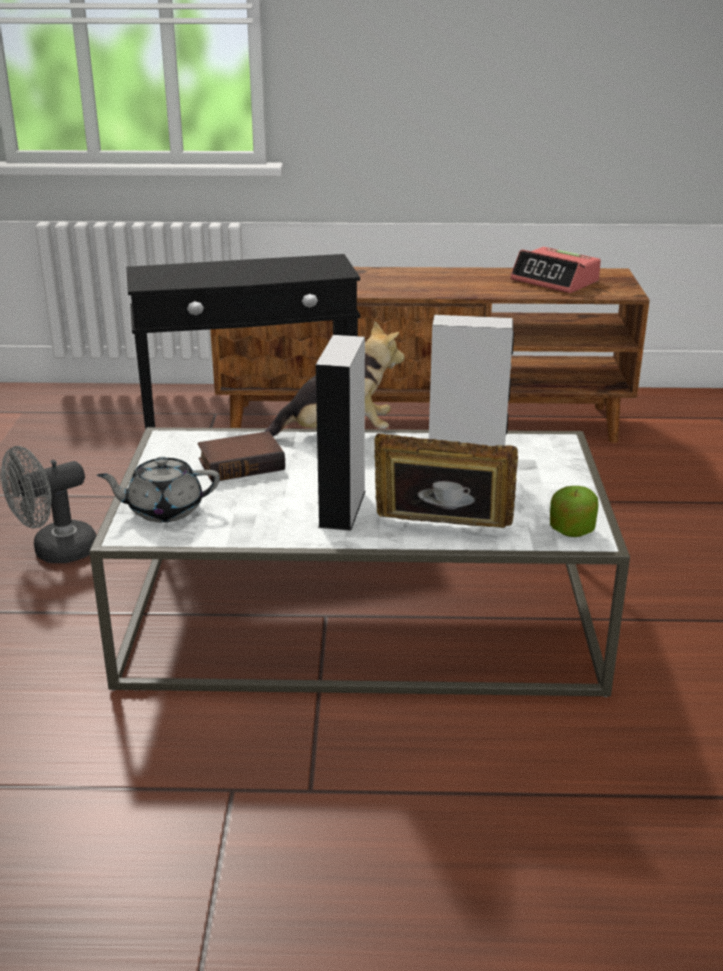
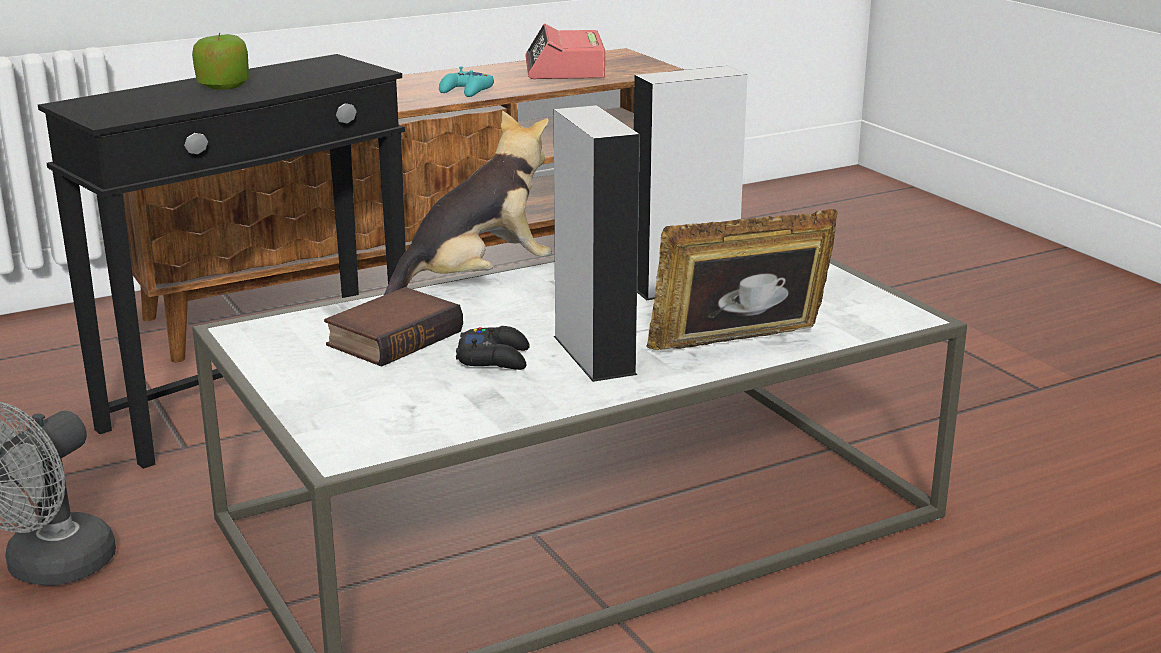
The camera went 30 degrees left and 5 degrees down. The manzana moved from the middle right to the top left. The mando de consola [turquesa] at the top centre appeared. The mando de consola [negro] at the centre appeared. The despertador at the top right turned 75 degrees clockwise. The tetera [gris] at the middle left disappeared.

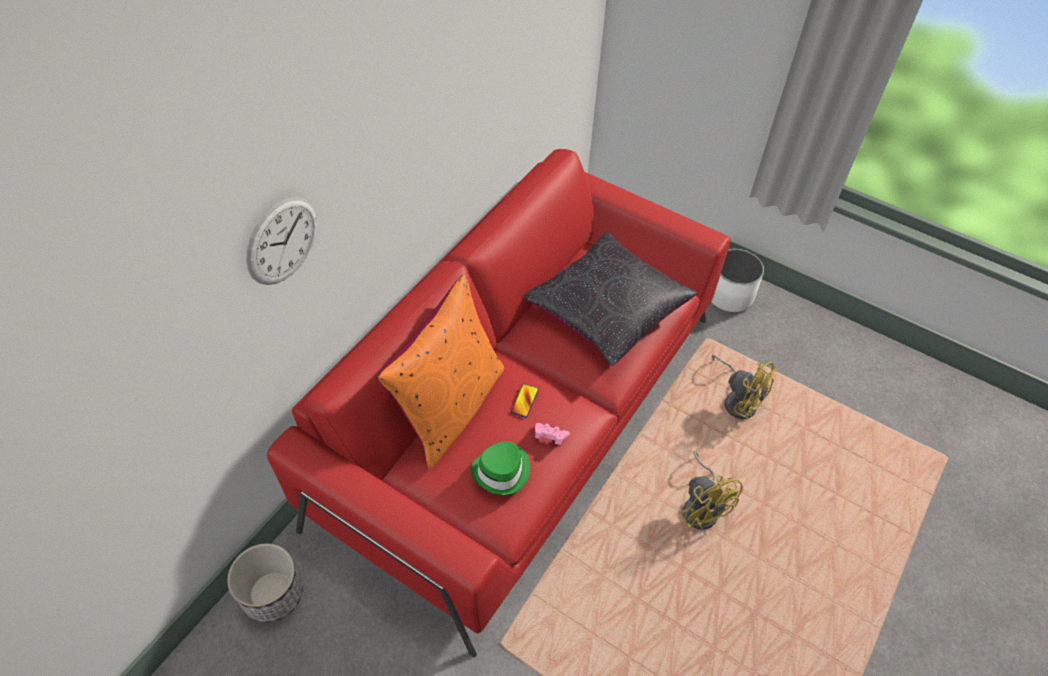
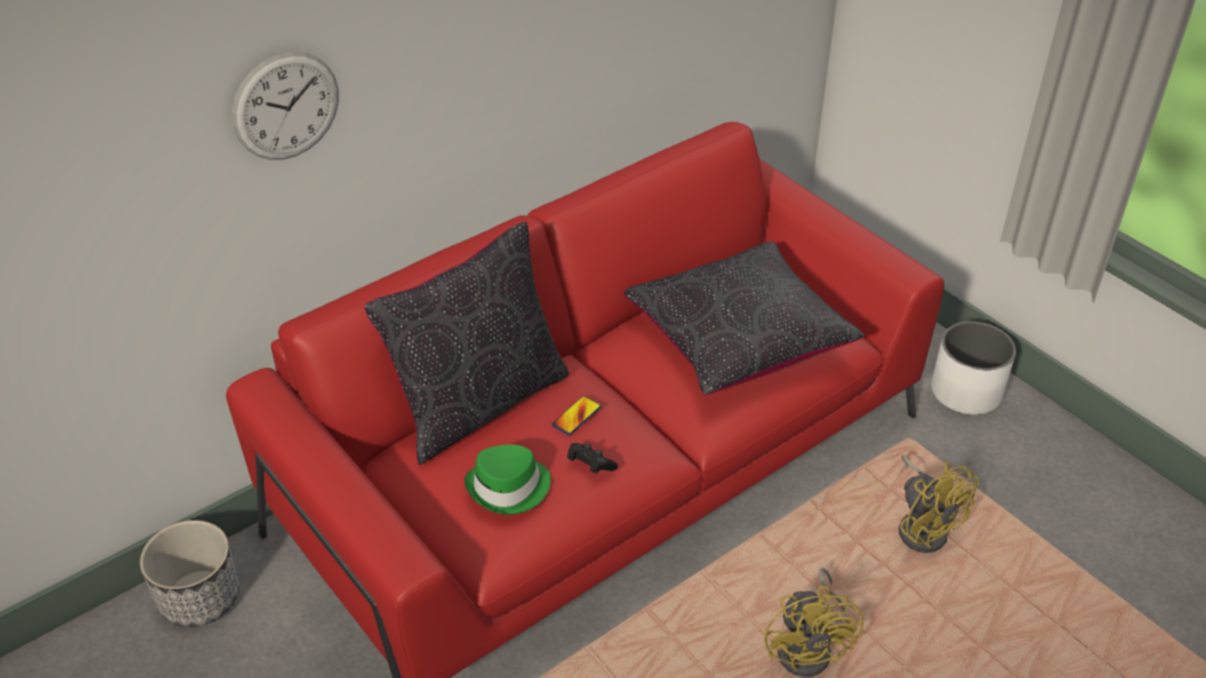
The camera went 20 degrees right and 10 degrees down. The cojín [naranja] at the centre became the cojín [negro] (1st from left) at the centre. The mando de consola [rosa] at the centre became the mando de consola [negro] at the bottom centre.

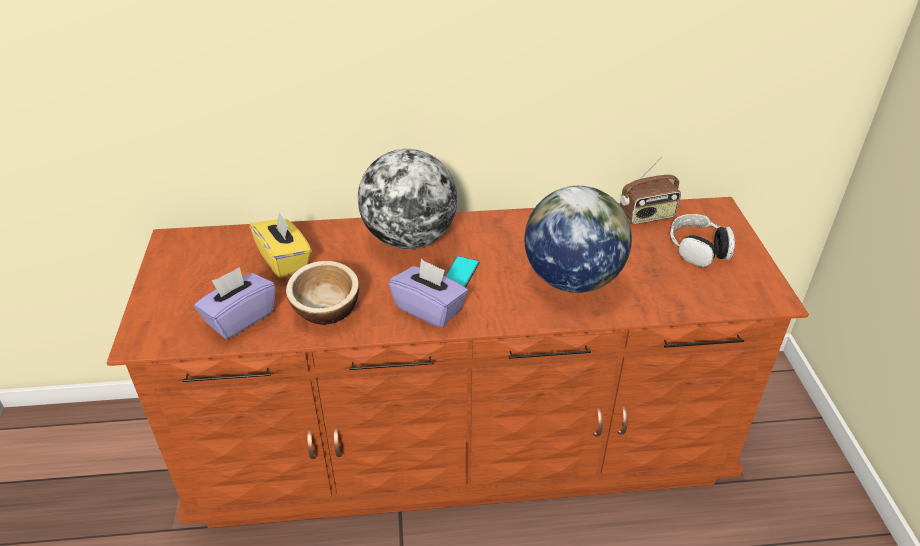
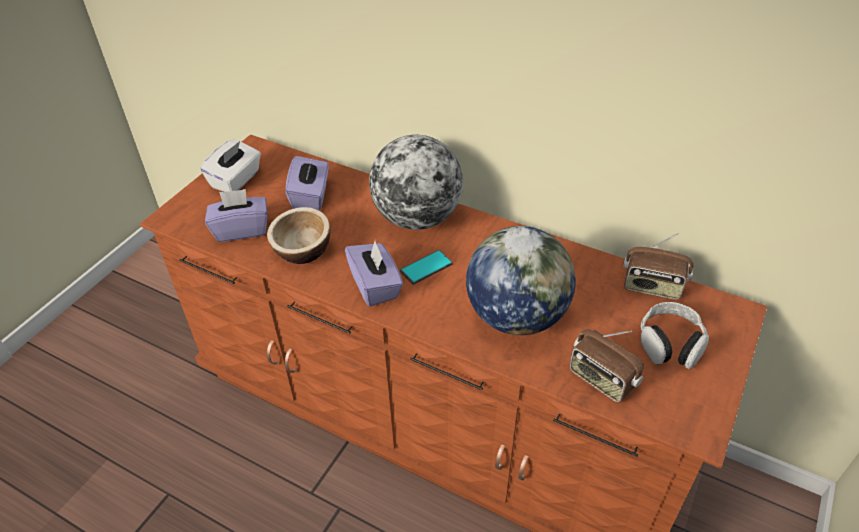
The camera went 35 degrees right and 5 degrees up. The caja de pañuelos [blanco] at the top left appeared. The caja de pañuelos [amarillo] at the middle left became the caja de pañuelos [morado] (2nd from left) at the centre. The radio (1st from left) at the bottom right appeared.

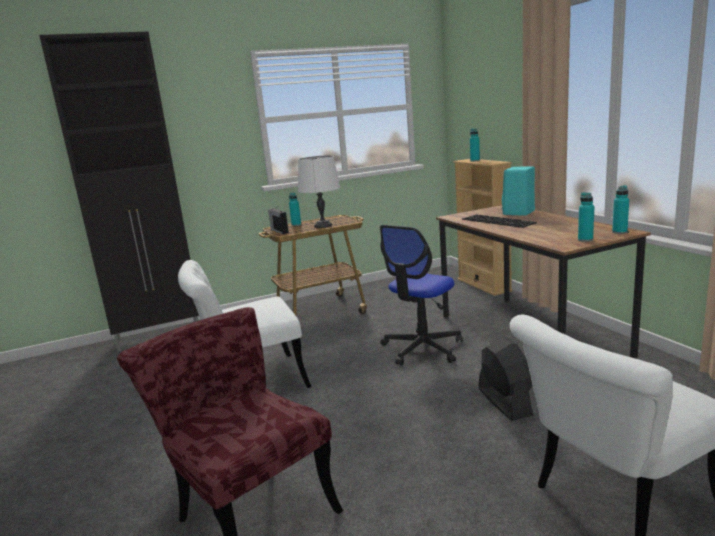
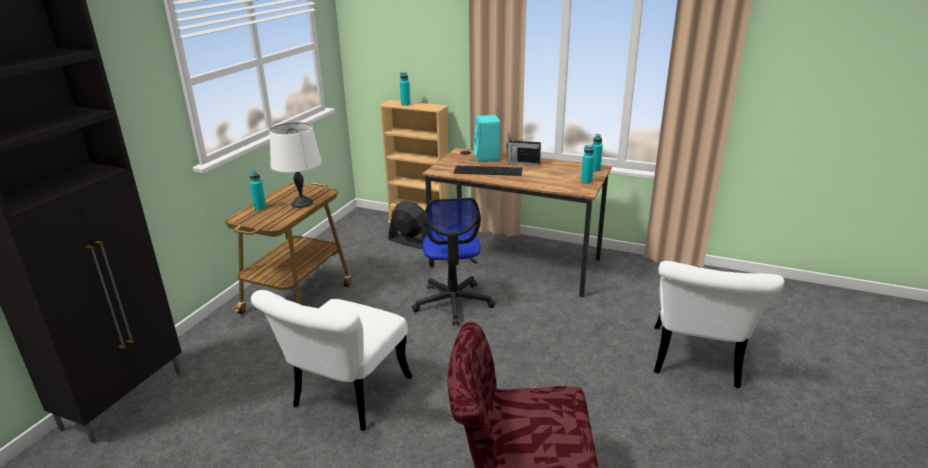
The camera went 45 degrees left and 10 degrees up. The ventilador [negro] moved from the bottom right to the centre. The radio moved from the centre to the top centre.

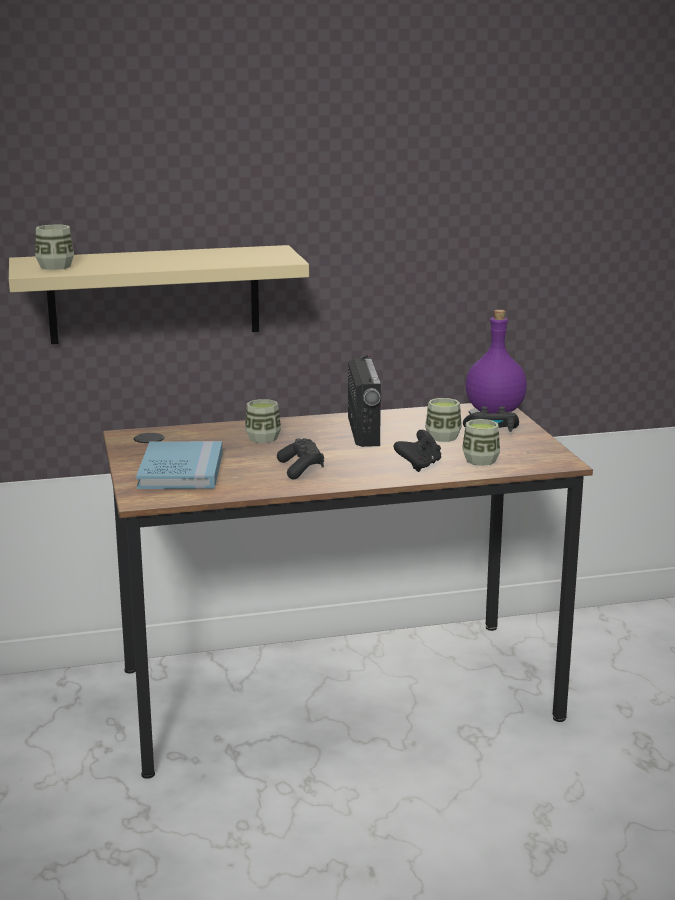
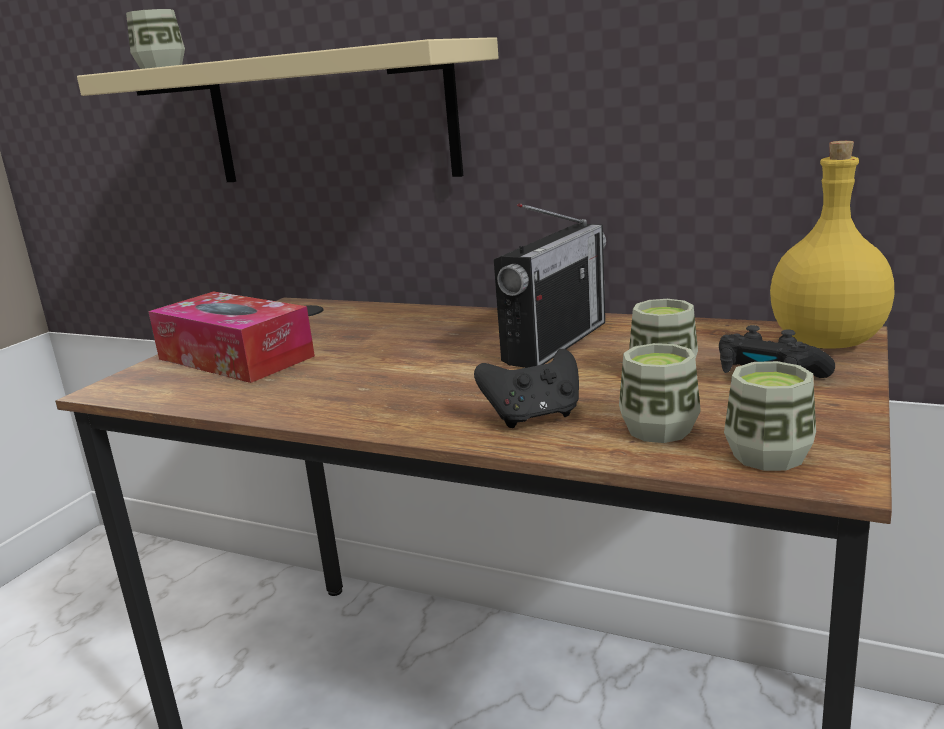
The camera went 40 degrees right and 0 degrees up. The libro [azul] at the middle left was replaced by the caja de pañuelos at the middle left. The taza (2nd from left in the first image) moved from the centre to the middle right. The botella [morado] at the middle right became the botella [amarillo] at the middle right. The mando de consola [negro] (1st from left) at the centre disappeared.

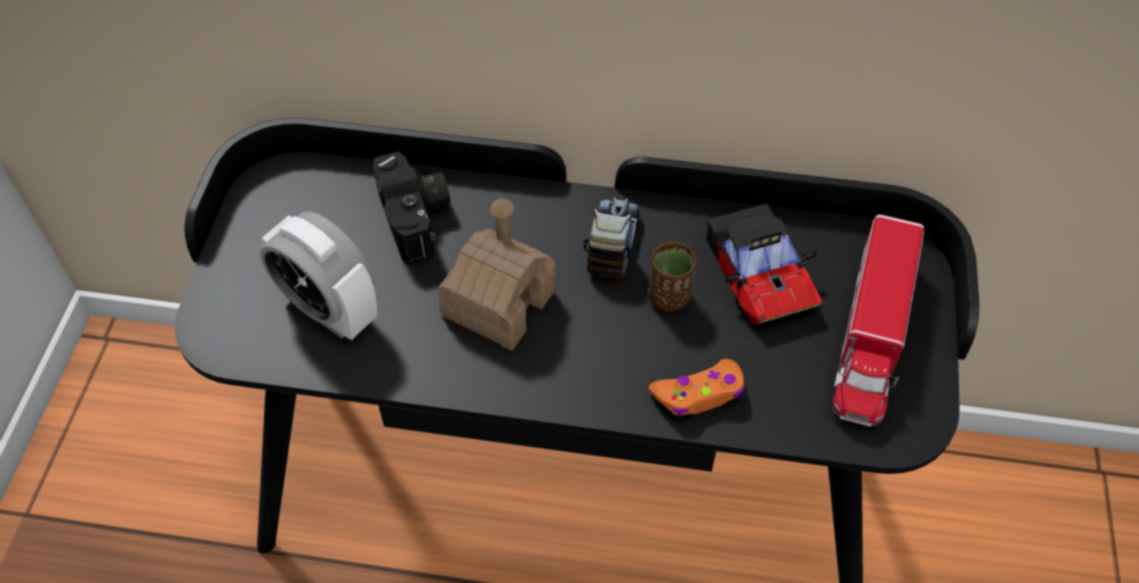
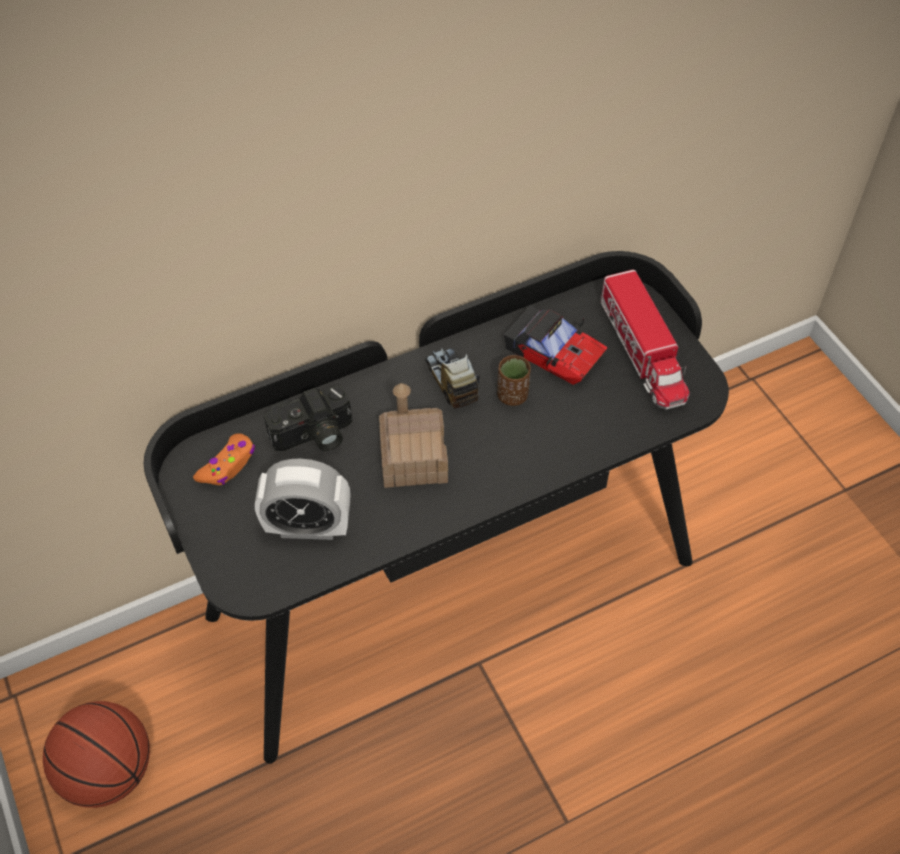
The camera went 35 degrees left and 0 degrees up. The balón de baloncesto at the bottom left appeared. The mando de consola [naranja] moved from the centre to the middle left. The cámara at the centre turned 120 degrees clockwise.

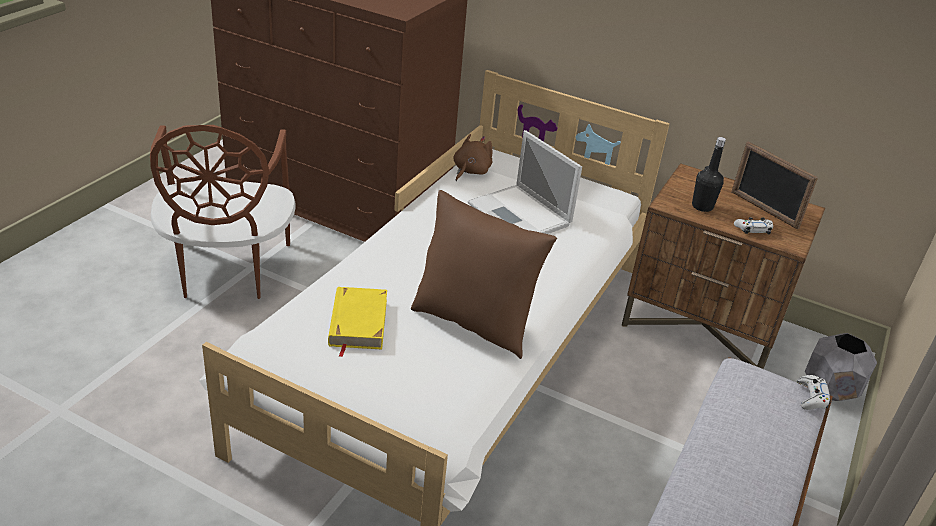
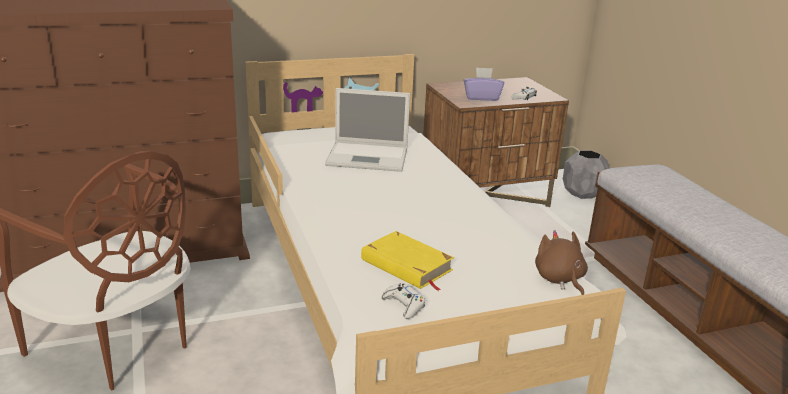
The camera went 45 degrees left and 10 degrees down. The mando de consola [blanco] (2nd from left in the first image) moved from the bottom right to the bottom centre. The botella [negro] at the top right was replaced by the caja de pañuelos [morado] at the top centre. The peluche [marrón] moved from the top centre to the middle right. The cojín [marrón] at the centre disappeared. The portarretratos at the middle right disappeared.

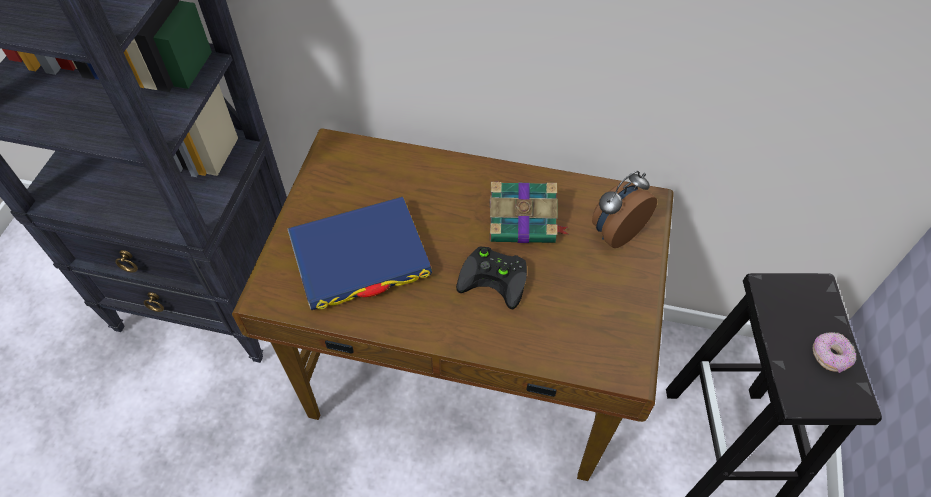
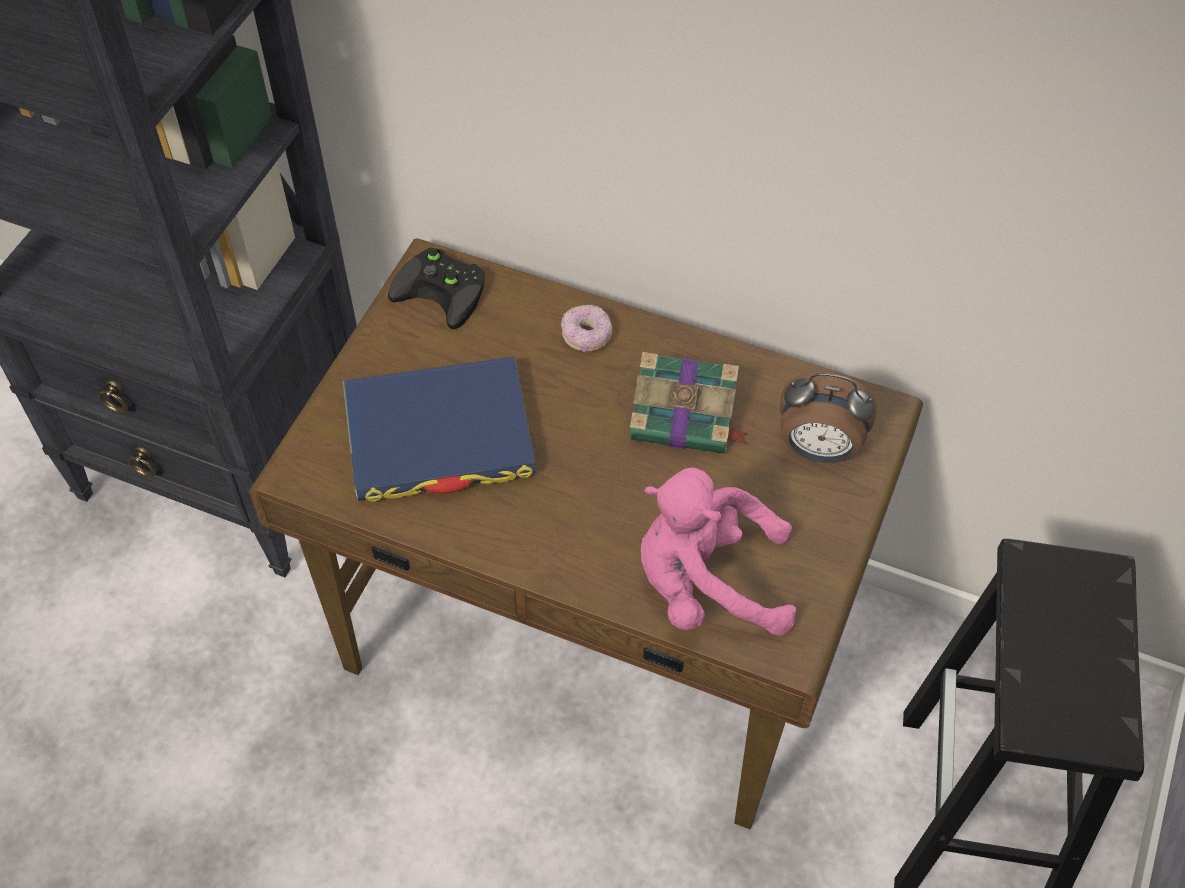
The camera went 10 degrees right and 0 degrees up. The mando de consola [negro] moved from the centre to the top centre. The rosquilla moved from the bottom right to the centre. The peluche [rosa] at the centre appeared. The despertador at the middle right turned 135 degrees counterclockwise.

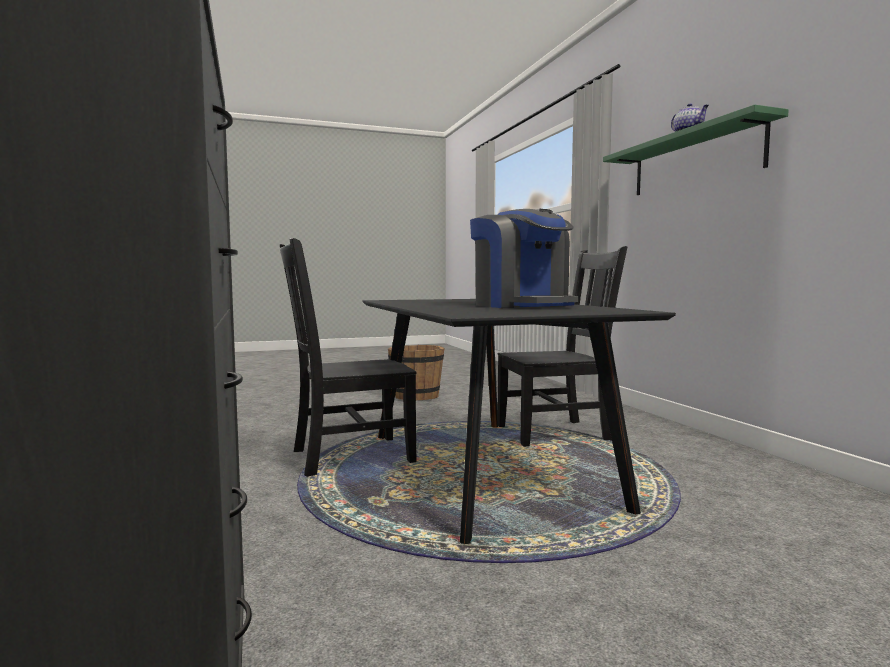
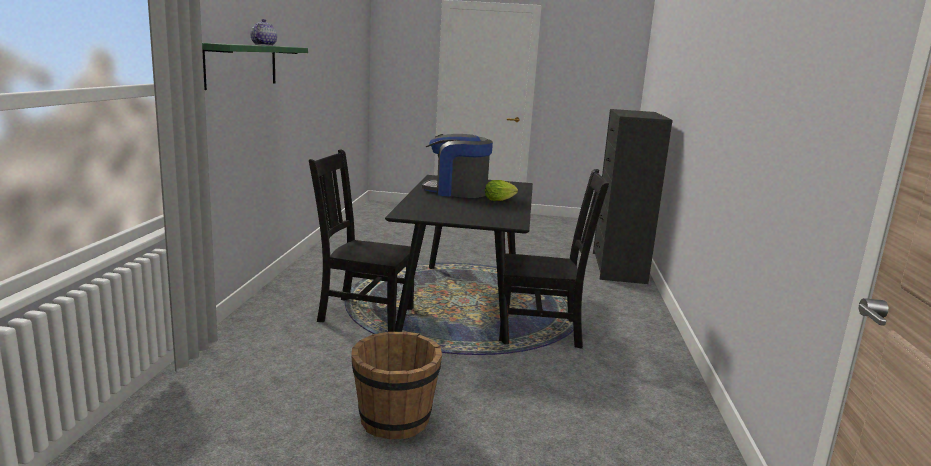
The camera went 155 degrees left and 10 degrees up. The cafetera at the centre turned 75 degrees counterclockwise. The lechuga at the centre appeared.

